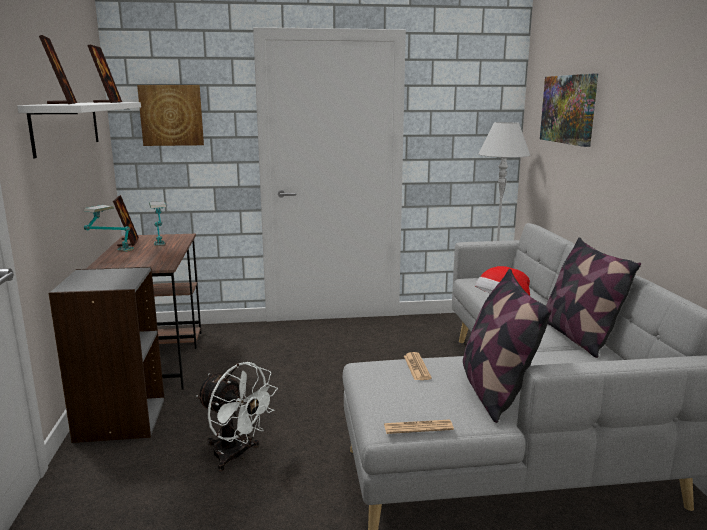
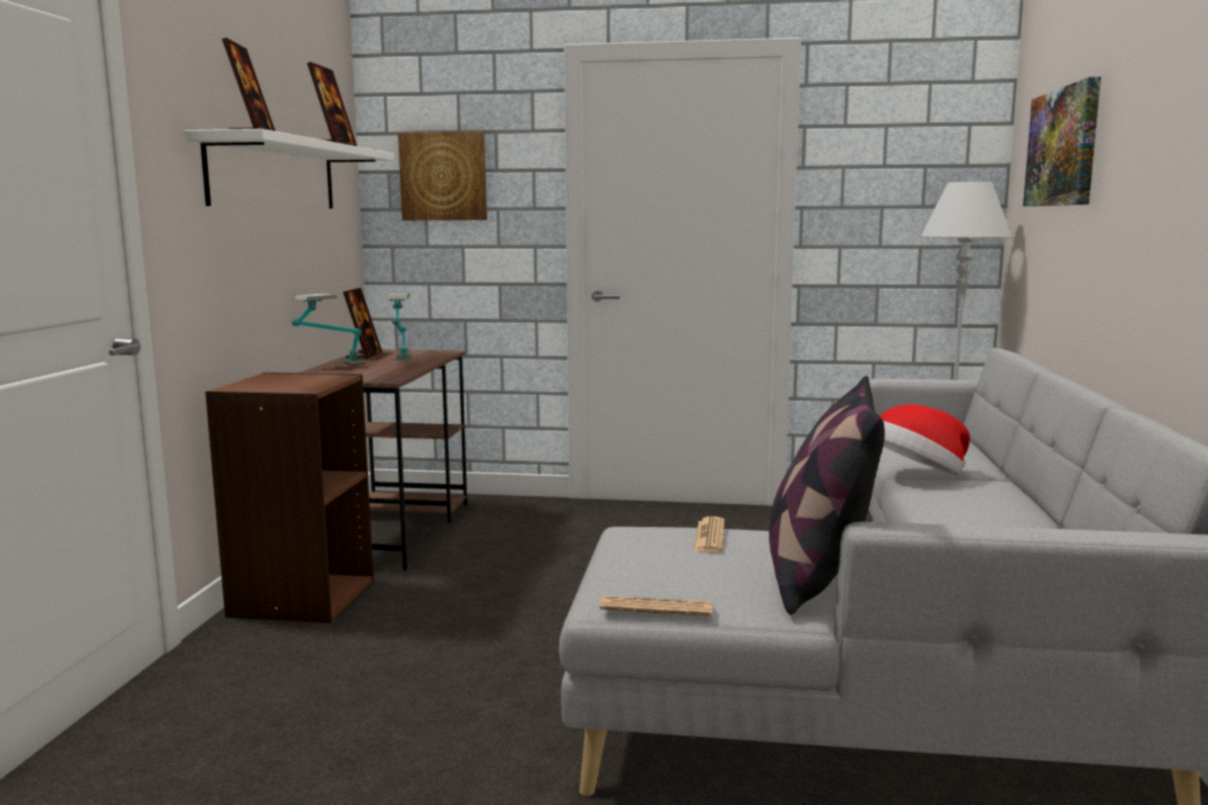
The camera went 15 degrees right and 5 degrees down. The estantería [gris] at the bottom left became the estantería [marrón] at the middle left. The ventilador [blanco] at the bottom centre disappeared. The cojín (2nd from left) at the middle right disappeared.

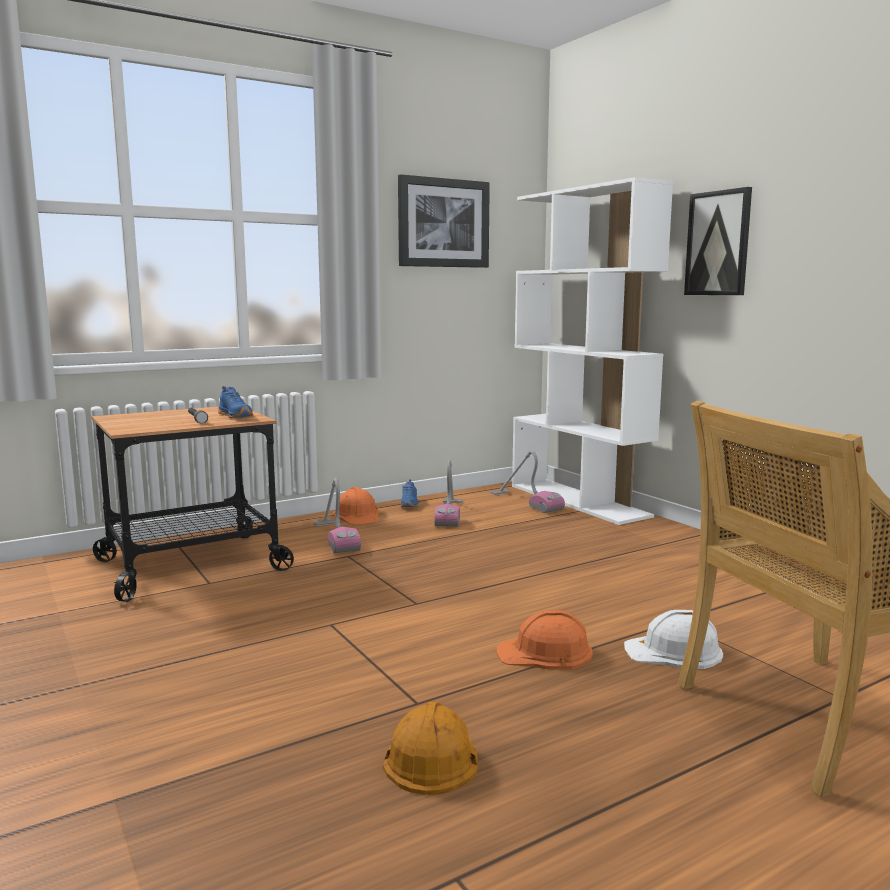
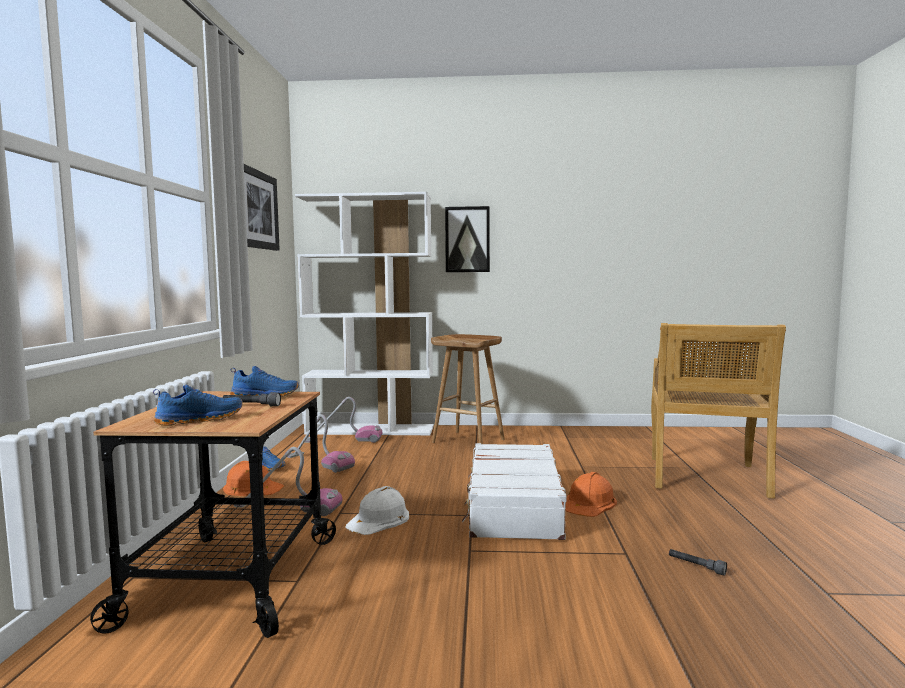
The camera went 55 degrees left and 5 degrees down. The zapato [azul] (1st from left) at the middle left appeared. The casco [blanco] moved from the bottom right to the bottom centre. The taburete [marrón] at the centre appeared. The maleta [blanco] at the bottom centre appeared. The casco [naranja] (2nd from left) at the bottom centre was replaced by the linterna [gris] (2nd from left) at the bottom right.

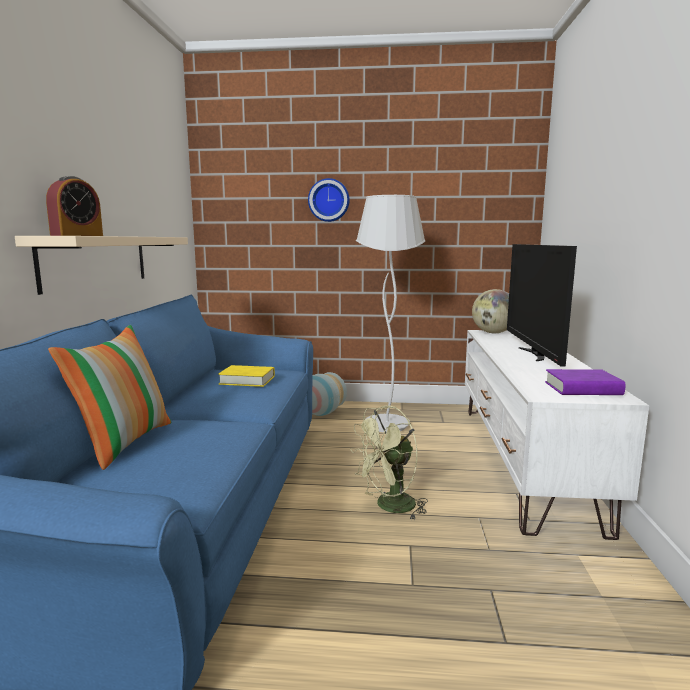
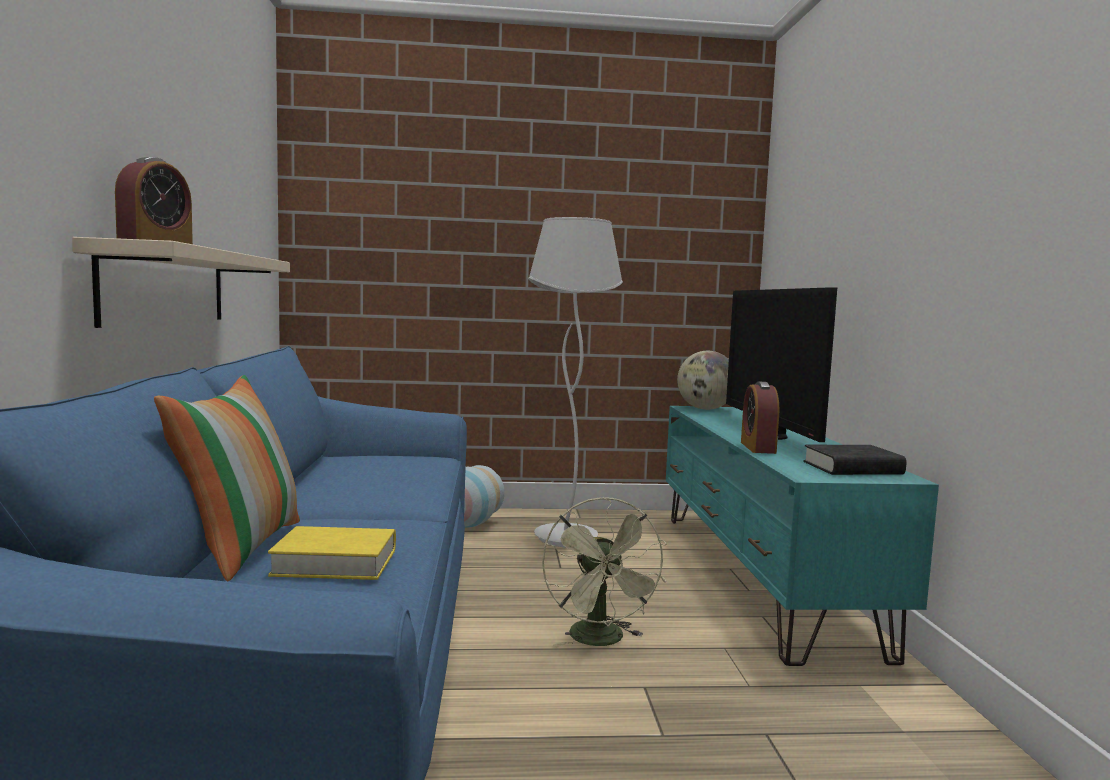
The camera went 10 degrees left and 5 degrees down. The libro [amarillo] moved from the centre to the bottom left. The ventilador [verde] at the bottom centre turned 60 degrees counterclockwise. The mueble de televisión [blanco] at the middle right became the mueble de televisión [turquesa] at the bottom right. The despertador (2nd from left) at the middle right appeared. The libro [morado] at the middle right became the libro [negro] at the middle right. The reloj de pared at the top centre disappeared.

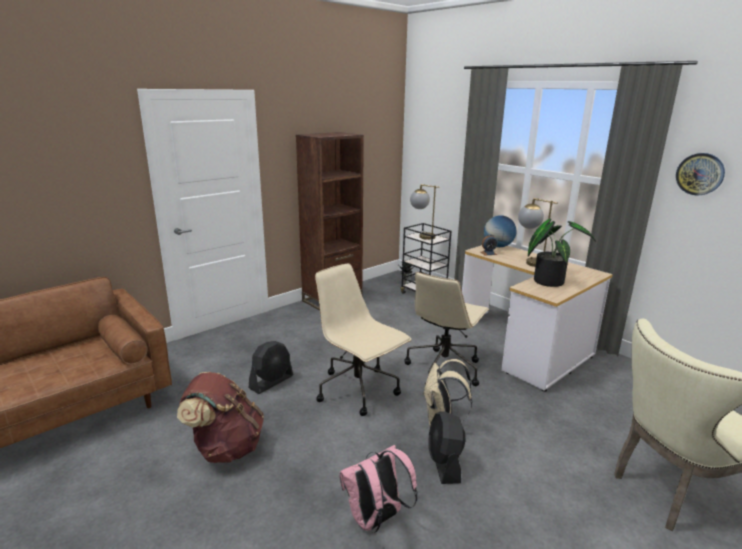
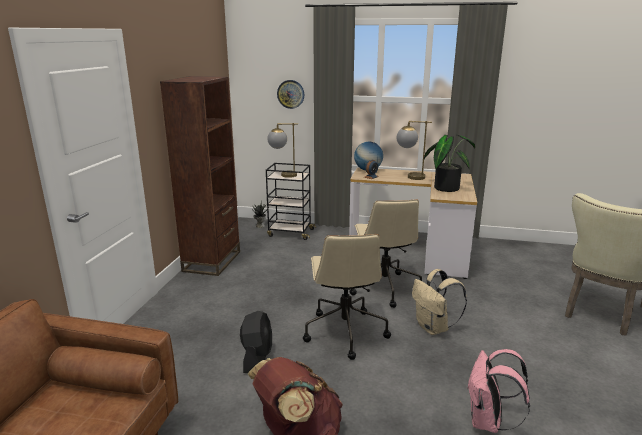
The camera went 35 degrees left and 0 degrees up. The reloj de pared moved from the top right to the top centre. The silla de oficina [beis] (1st from left) at the centre turned 105 degrees counterclockwise. The ventilador [negro] (2nd from left) at the bottom centre disappeared.

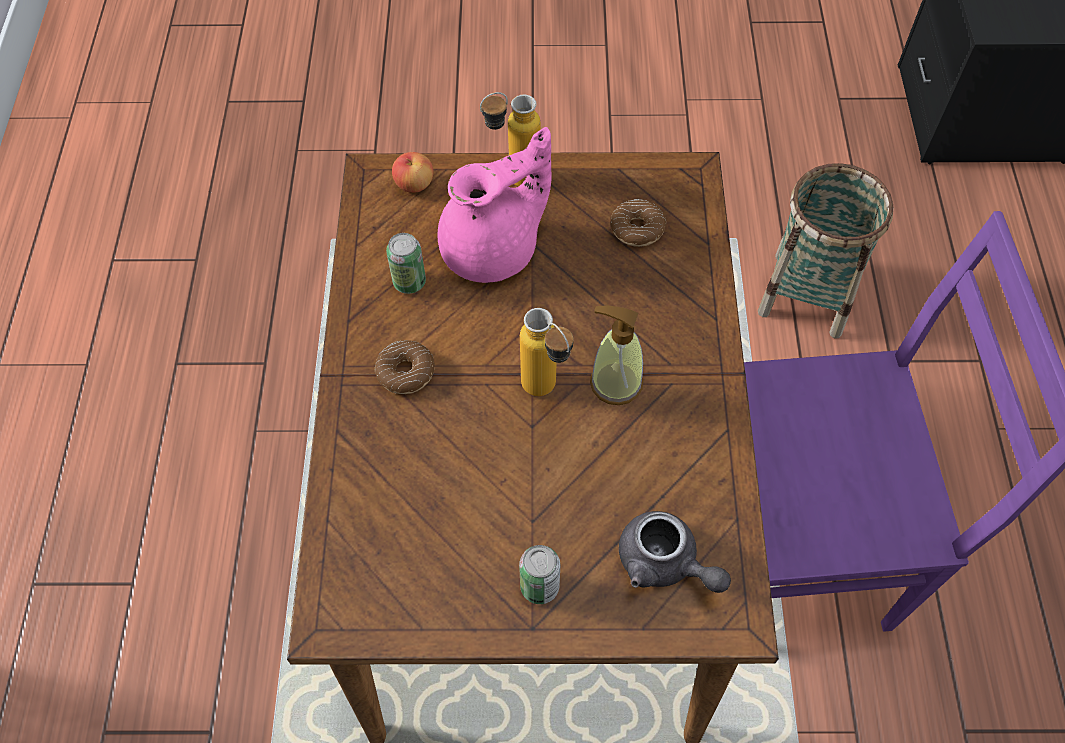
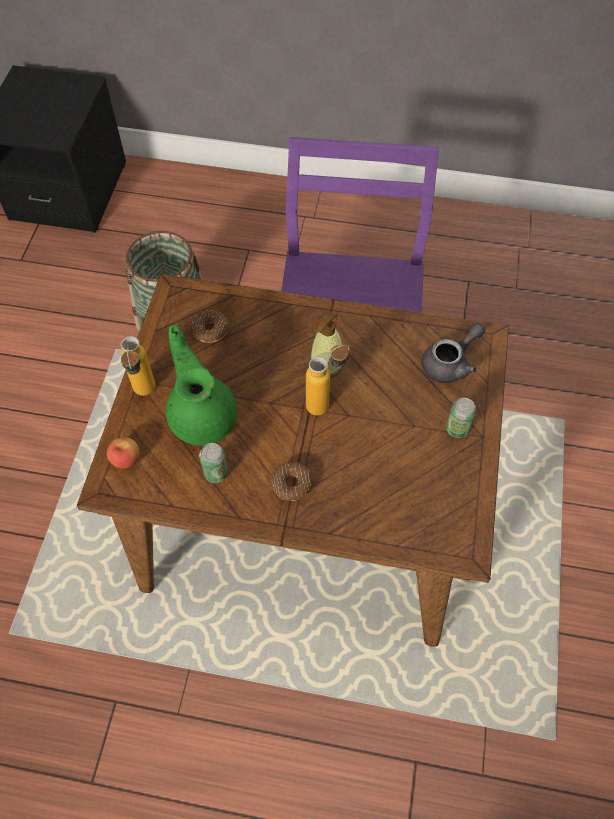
The camera went 80 degrees left and 0 degrees up. The tetera [rosa] at the top centre became the tetera [verde] at the middle left.

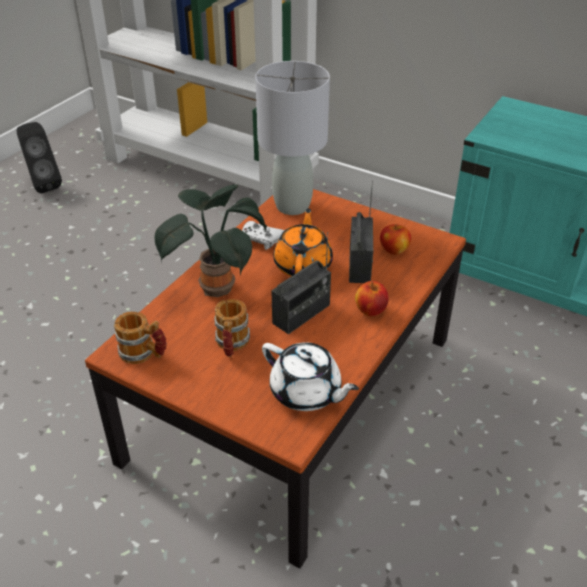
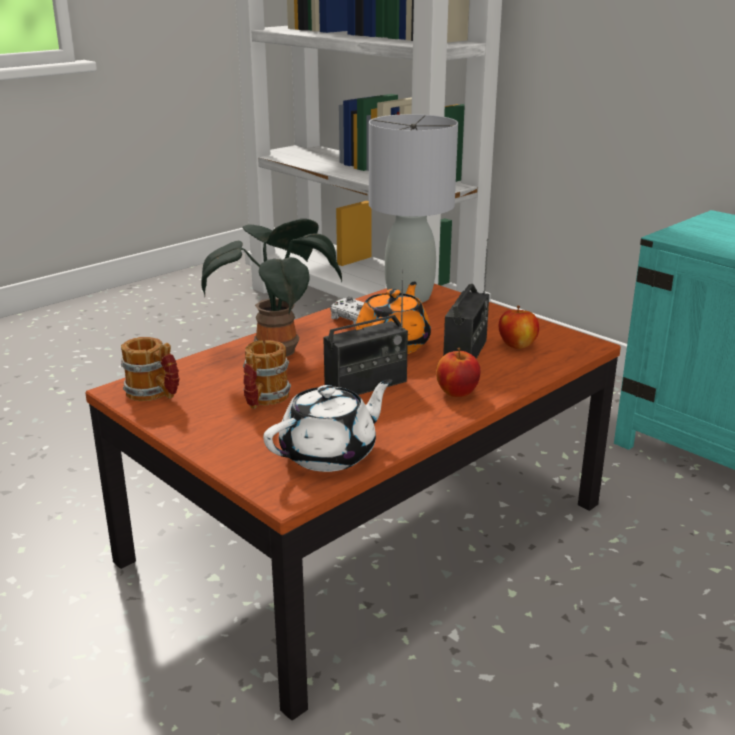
The camera went 15 degrees right and 15 degrees down. The tetera [blanco] at the centre turned 90 degrees counterclockwise. The altavoz [negro] at the top left disappeared.

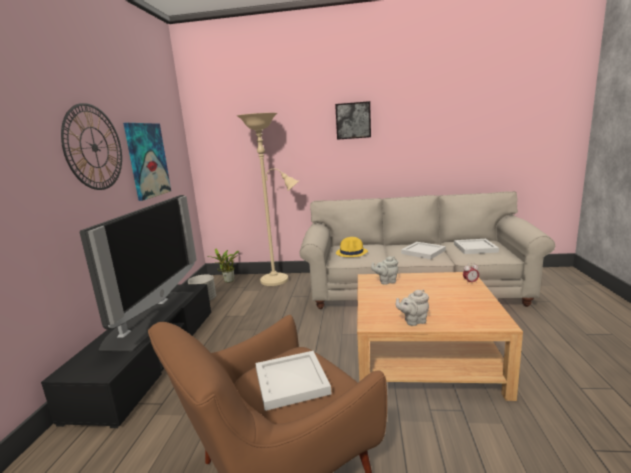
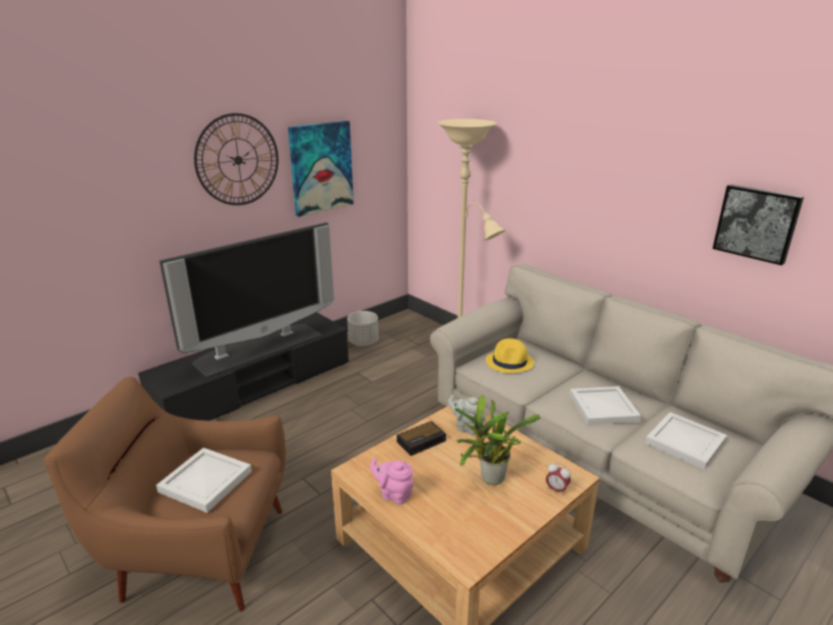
The camera went 40 degrees right and 10 degrees up. The tetera [gris] (2nd from left) at the centre became the tetera [rosa] at the bottom centre. The despertador (1st from left) at the bottom centre appeared. The planta en maceta moved from the centre to the bottom centre. The cuadro (2nd from left) moved from the top centre to the middle right.

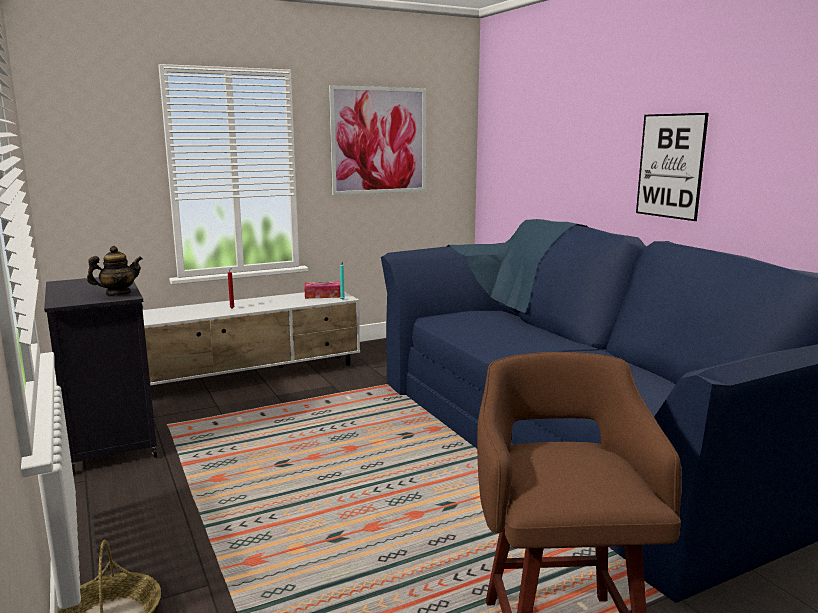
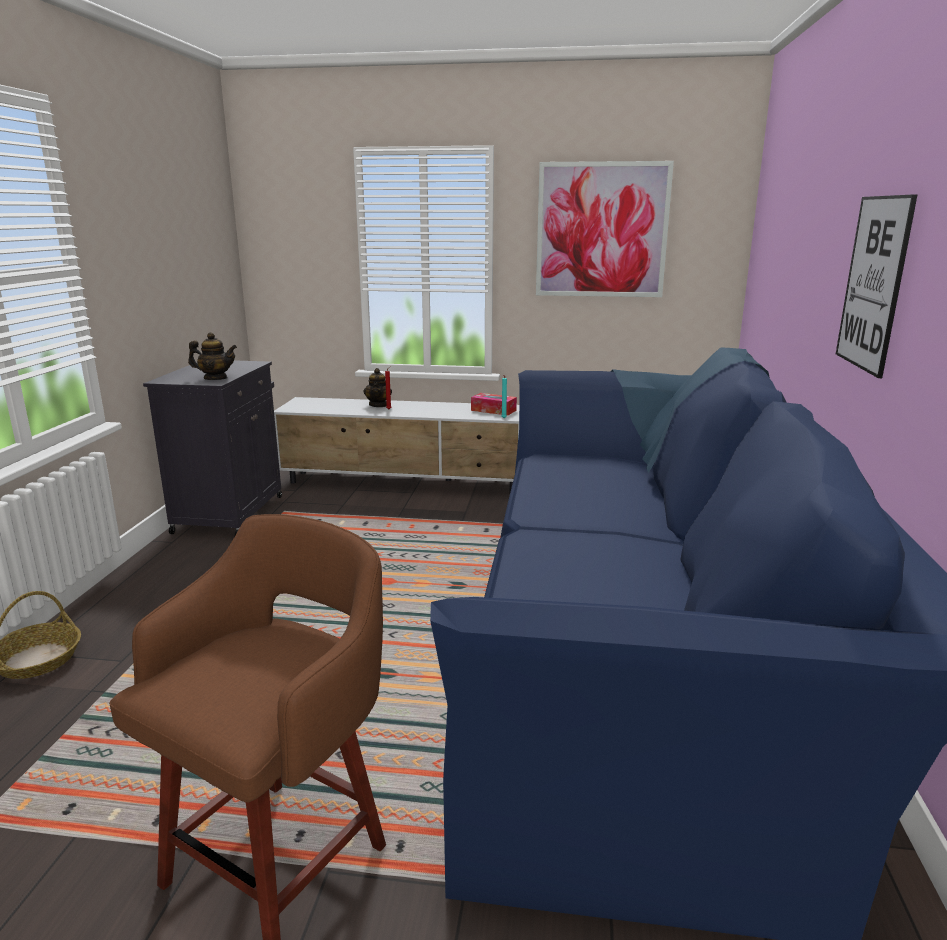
The camera went 35 degrees right and 5 degrees up. The tetera (2nd from left) at the centre appeared.

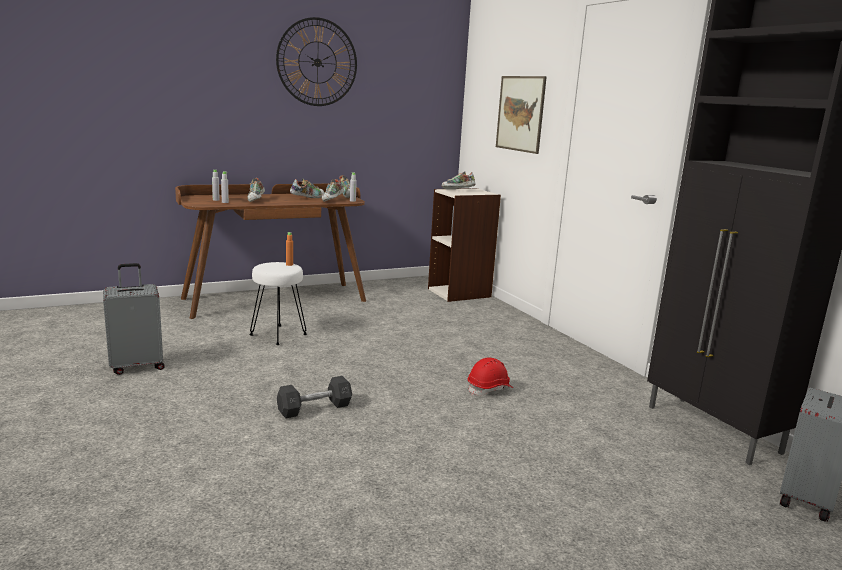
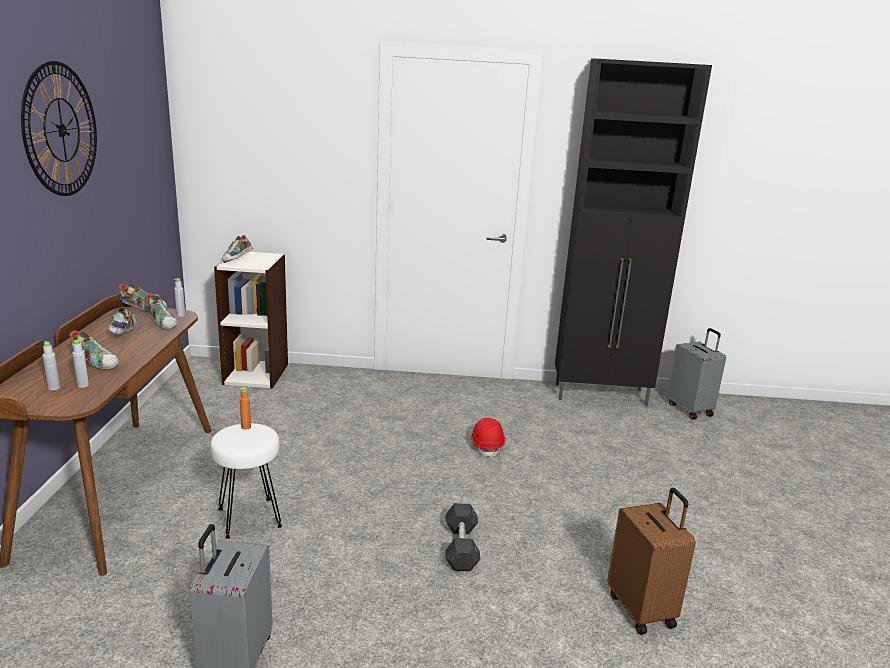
The camera went 60 degrees left and 5 degrees up. The maleta [marrón] at the bottom right appeared. The cuadro at the top centre disappeared.

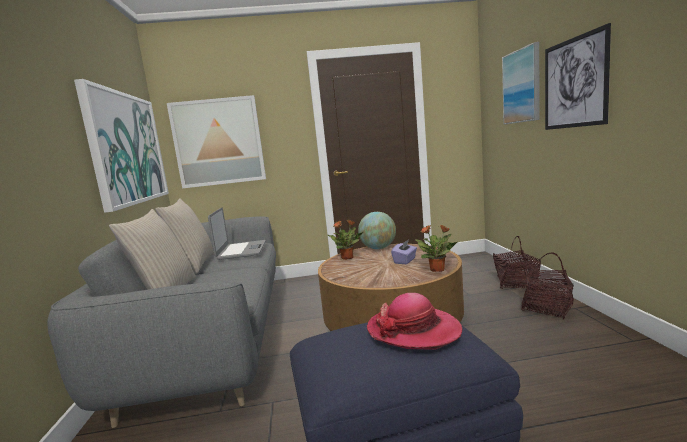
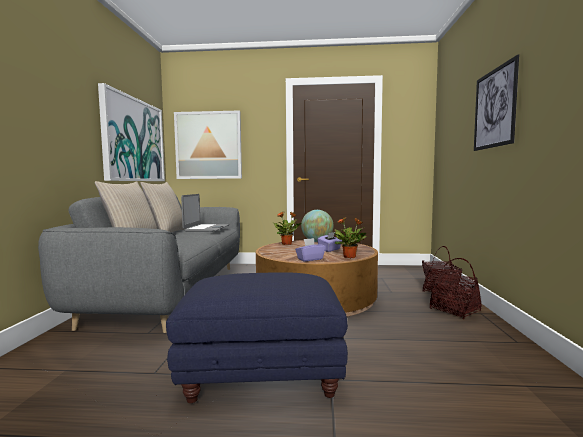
The camera went 10 degrees right and 5 degrees down. The caja de pañuelos [morado] (1st from left) at the centre appeared. The sombrero at the bottom centre disappeared. The cuadro (3rd from left) at the top right disappeared.

